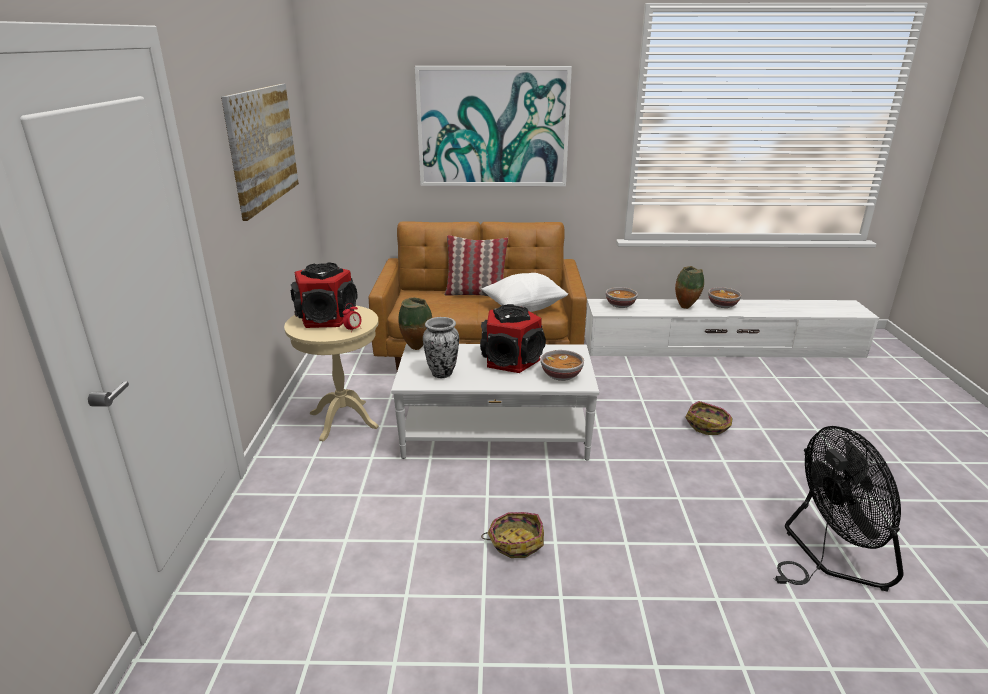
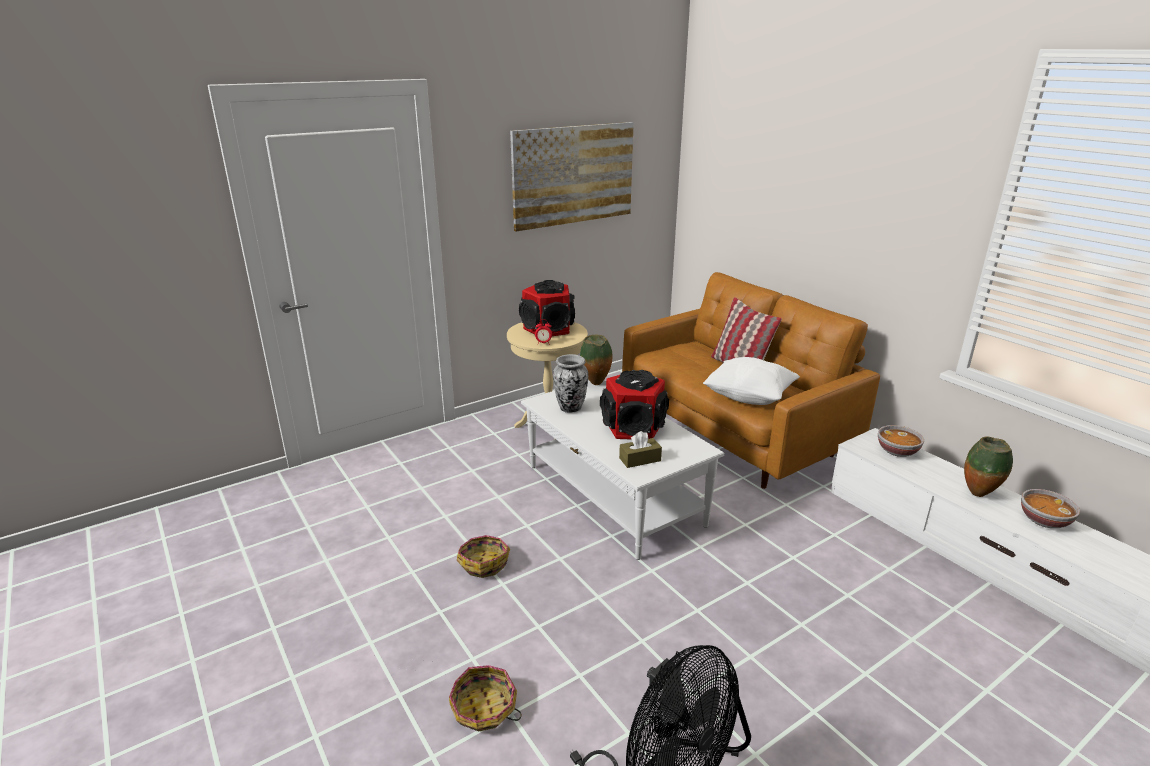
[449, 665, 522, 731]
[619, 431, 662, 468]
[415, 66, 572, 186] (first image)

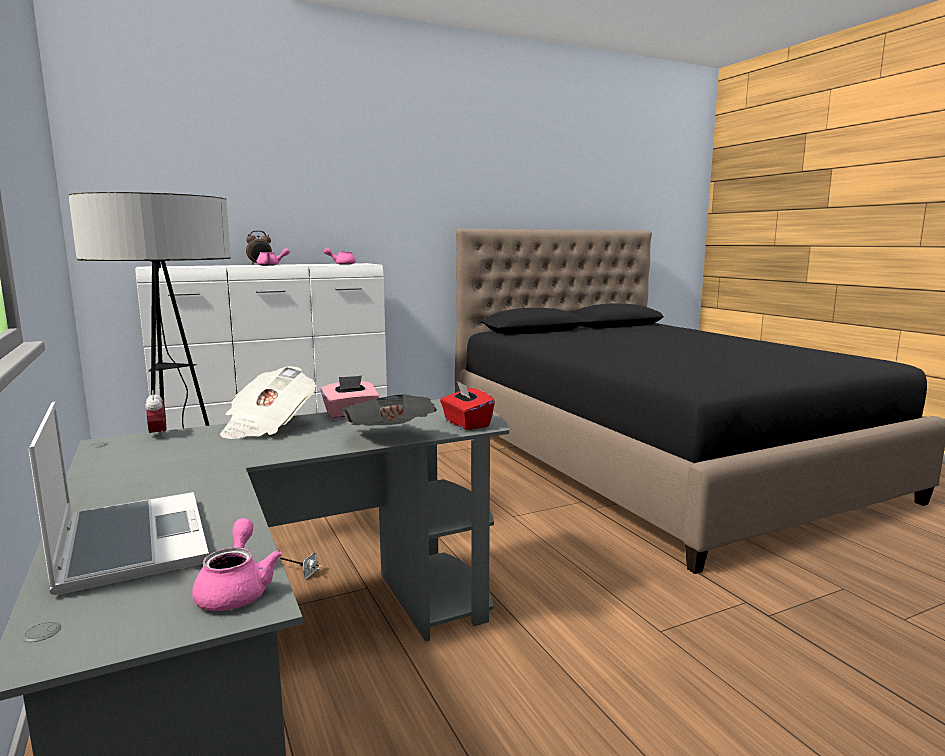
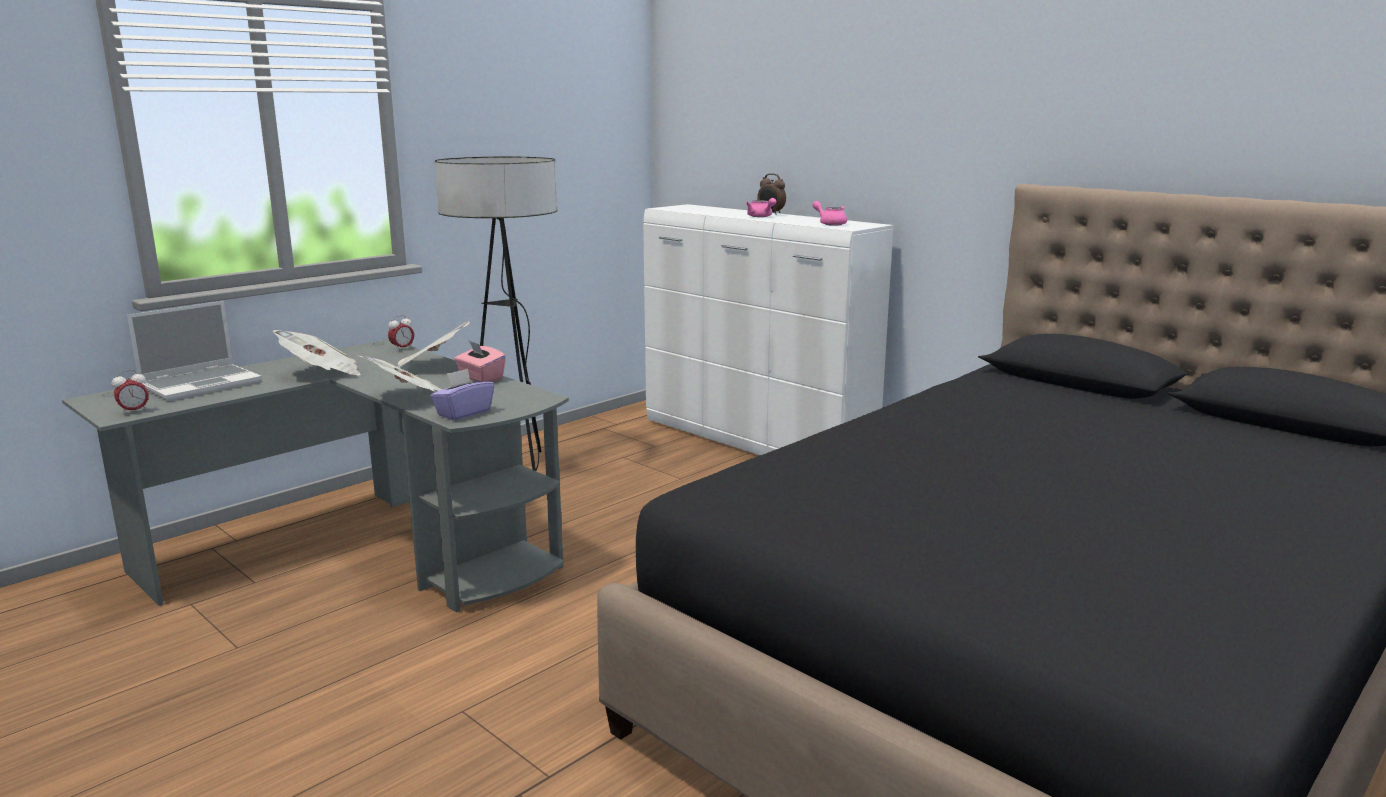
[112, 370, 149, 415]
[273, 330, 360, 375]
[430, 369, 494, 421]

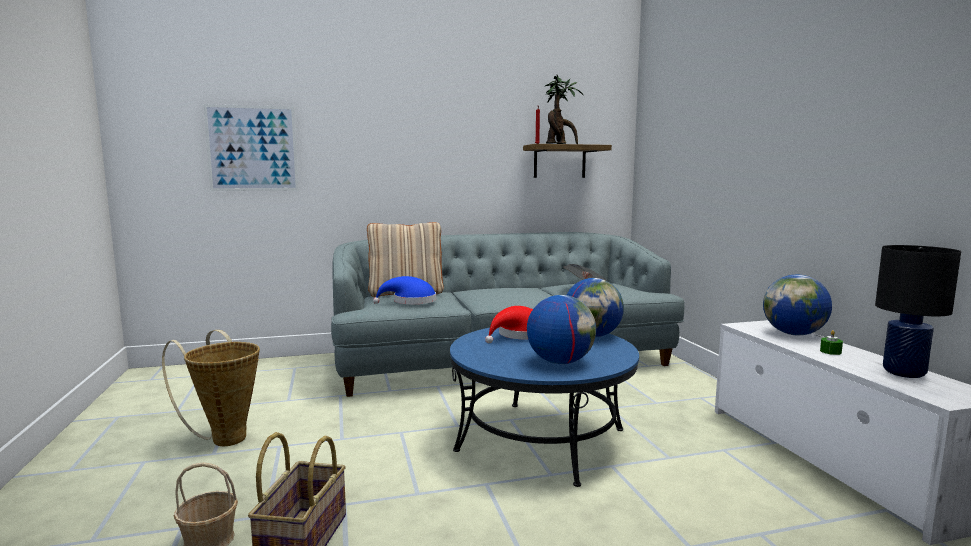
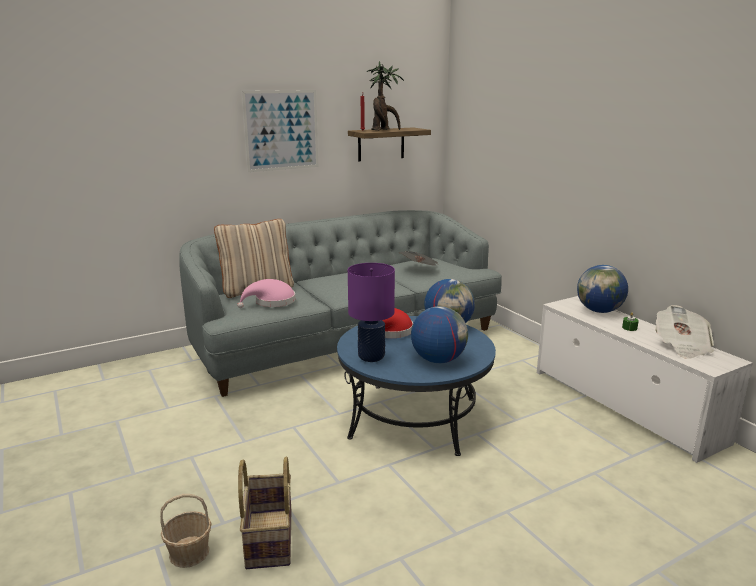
[237, 279, 296, 308]
[242, 90, 318, 172]
[348, 263, 395, 362]
[655, 305, 714, 359]
[162, 330, 260, 446] (first image)

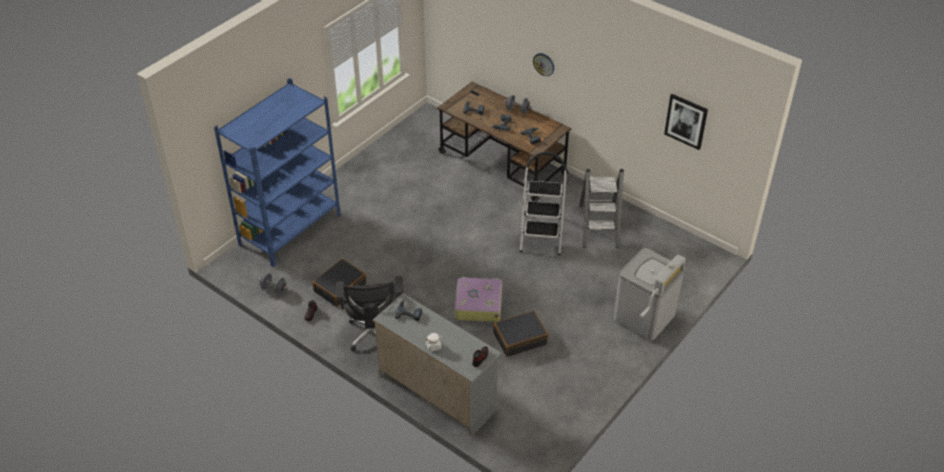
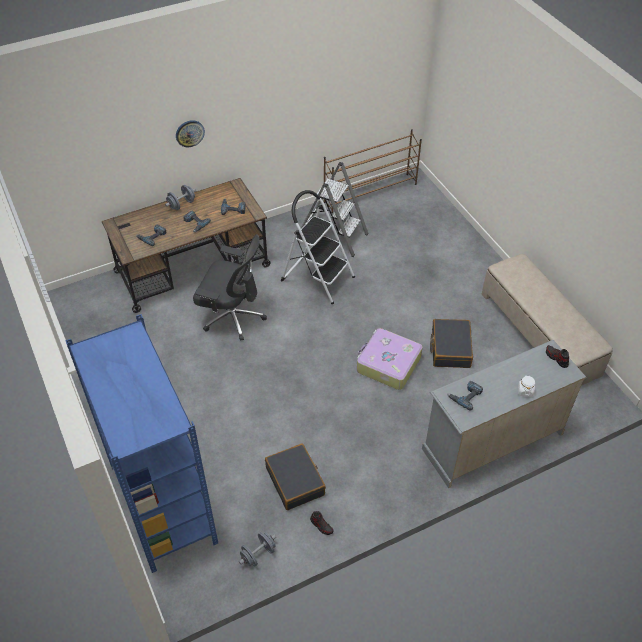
[193, 234, 267, 341]
[324, 129, 422, 213]
[482, 254, 613, 386]
[614, 248, 686, 340] (first image)
[664, 94, 708, 150] (first image)

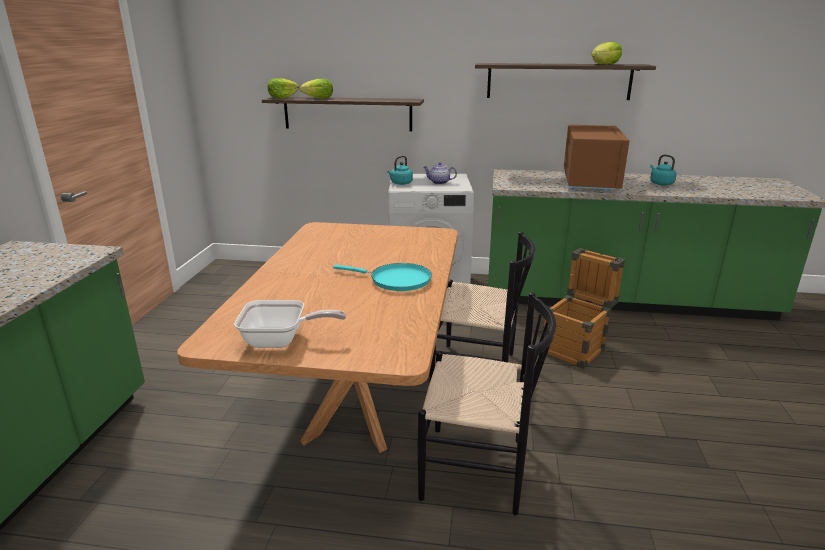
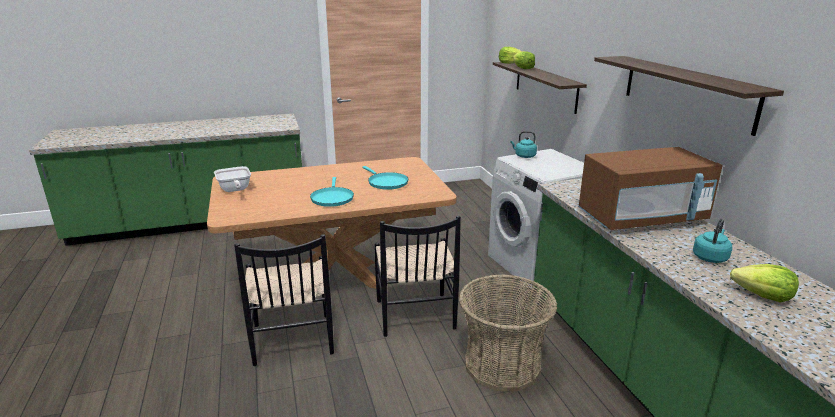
[362, 166, 409, 190]
[459, 274, 557, 391]
[730, 264, 799, 302]
[424, 162, 457, 184] (first image)

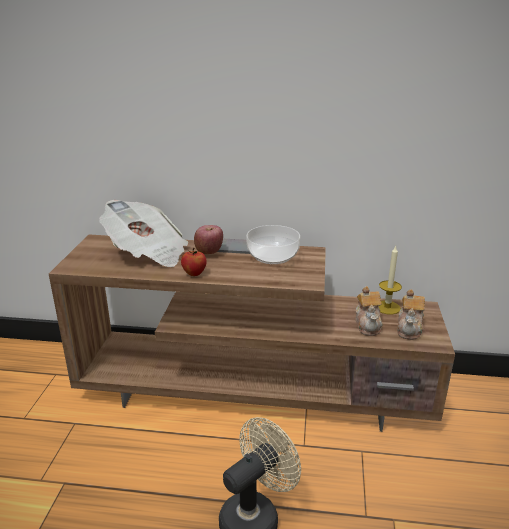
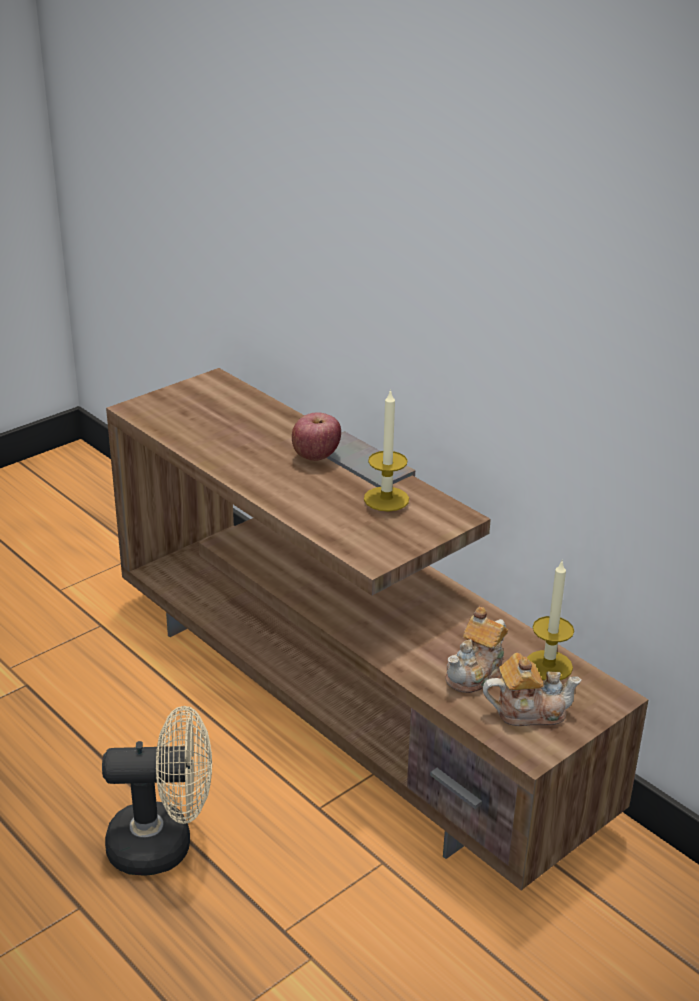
[364, 389, 409, 511]
[483, 653, 582, 726]
[99, 200, 189, 267] (first image)
[181, 248, 207, 276] (first image)

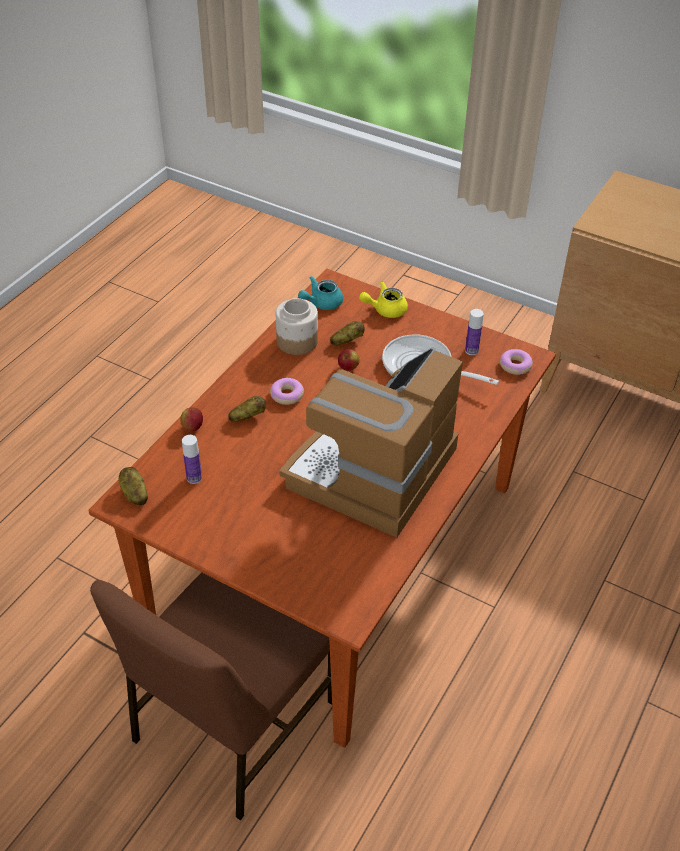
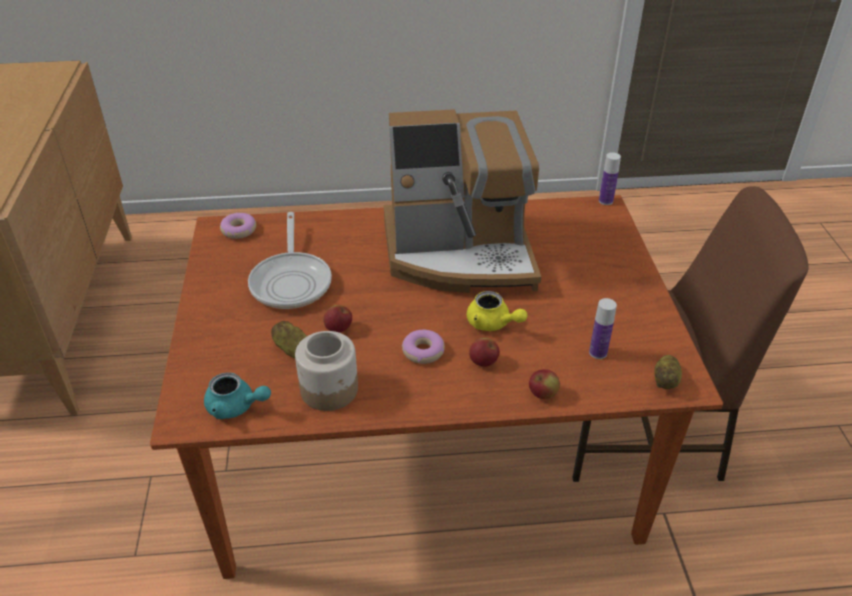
[467, 291, 528, 331]
[469, 338, 500, 367]
[599, 152, 621, 205]

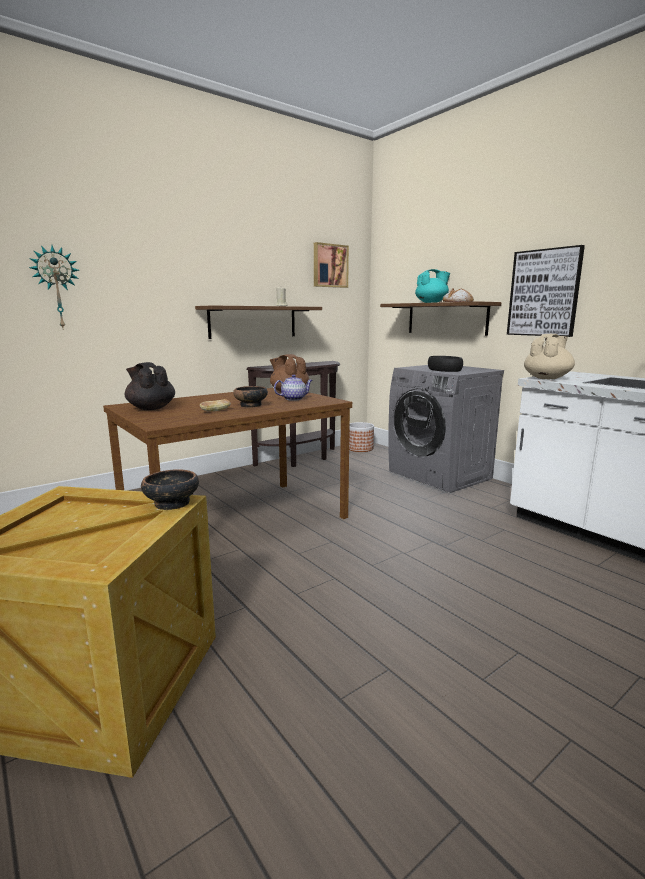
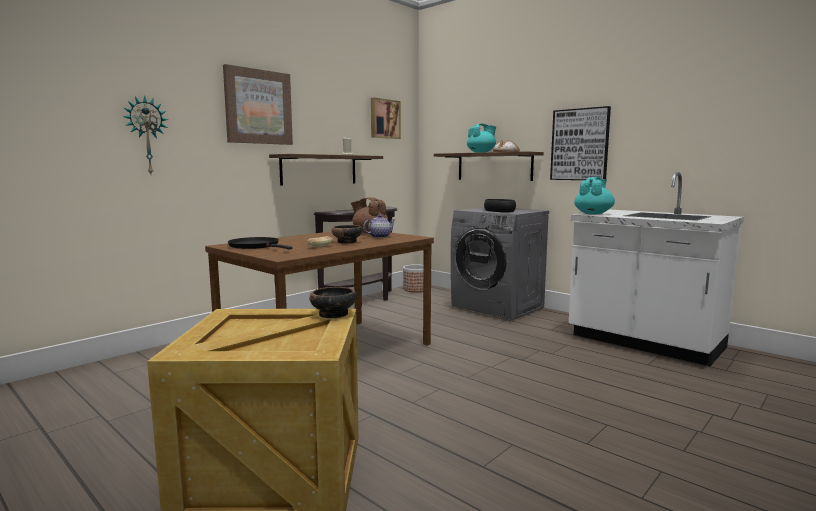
[223, 64, 293, 145]
[228, 237, 293, 250]
[574, 177, 615, 214]

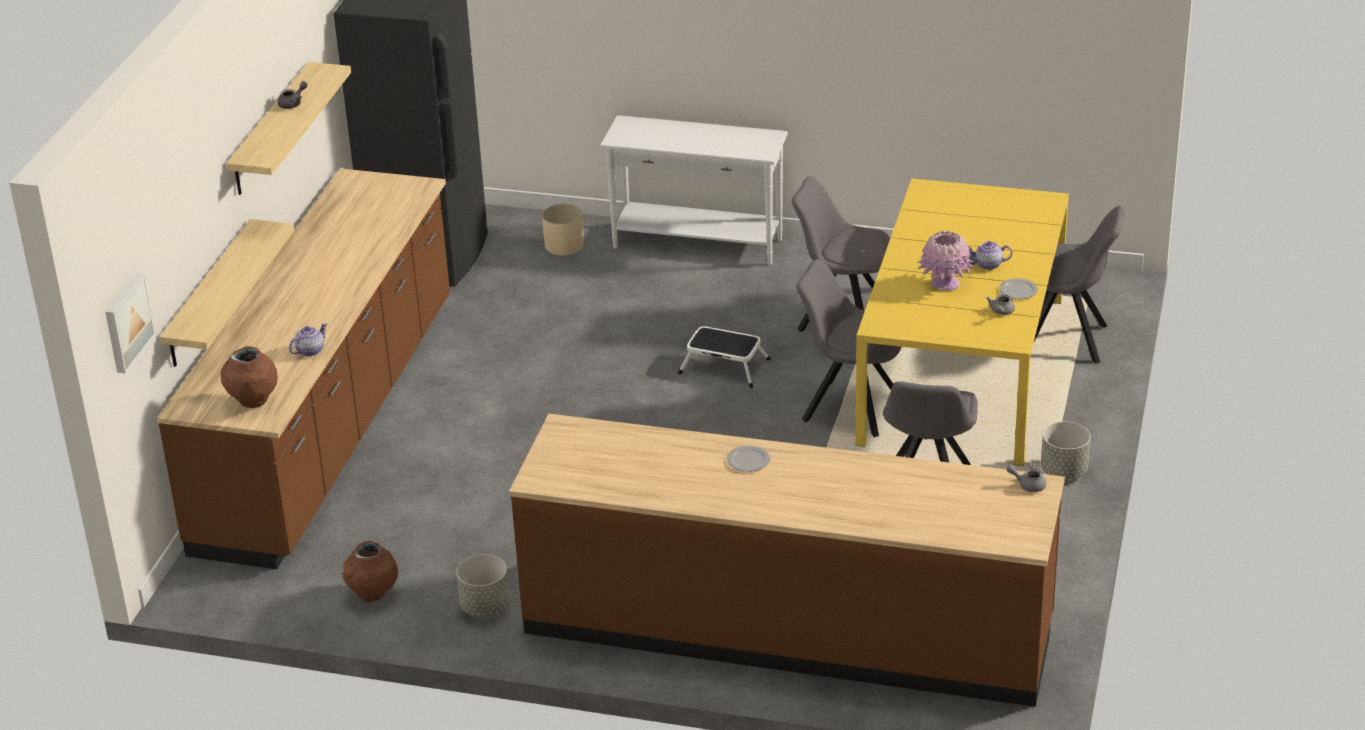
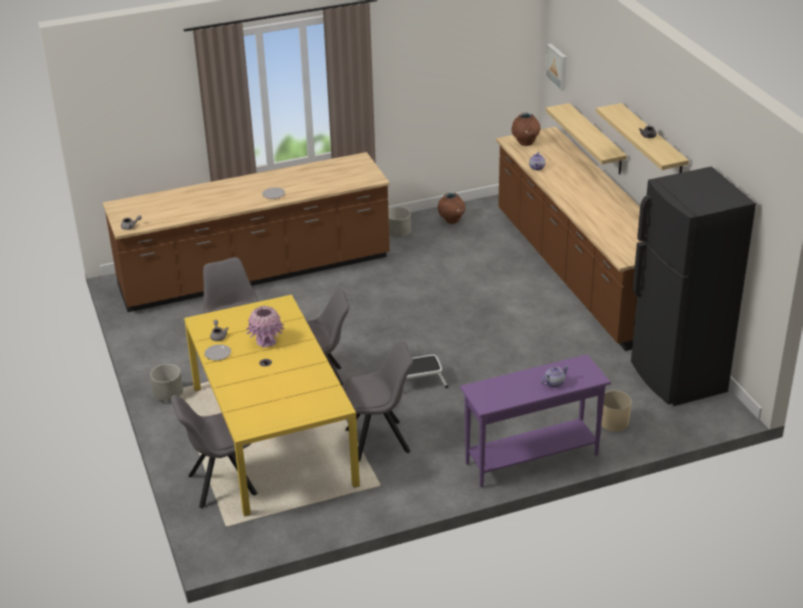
[460, 354, 611, 487]
[541, 366, 569, 388]

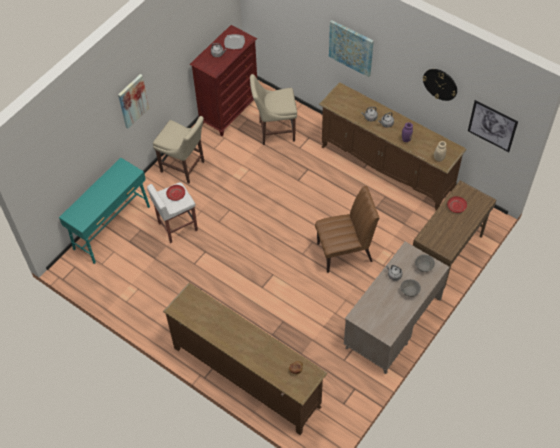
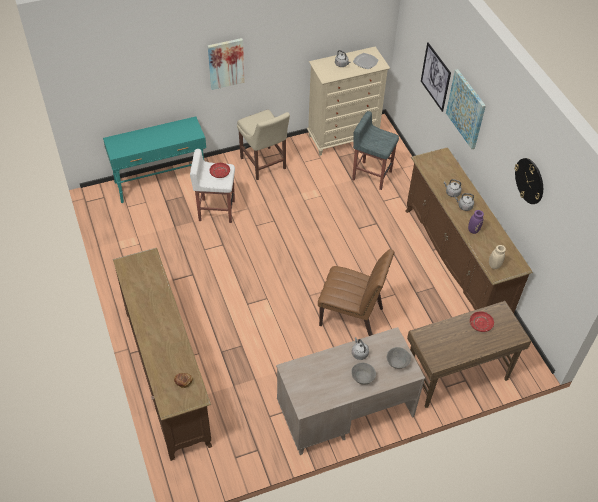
[307, 46, 390, 156]
[352, 111, 399, 190]
[421, 42, 451, 112]

